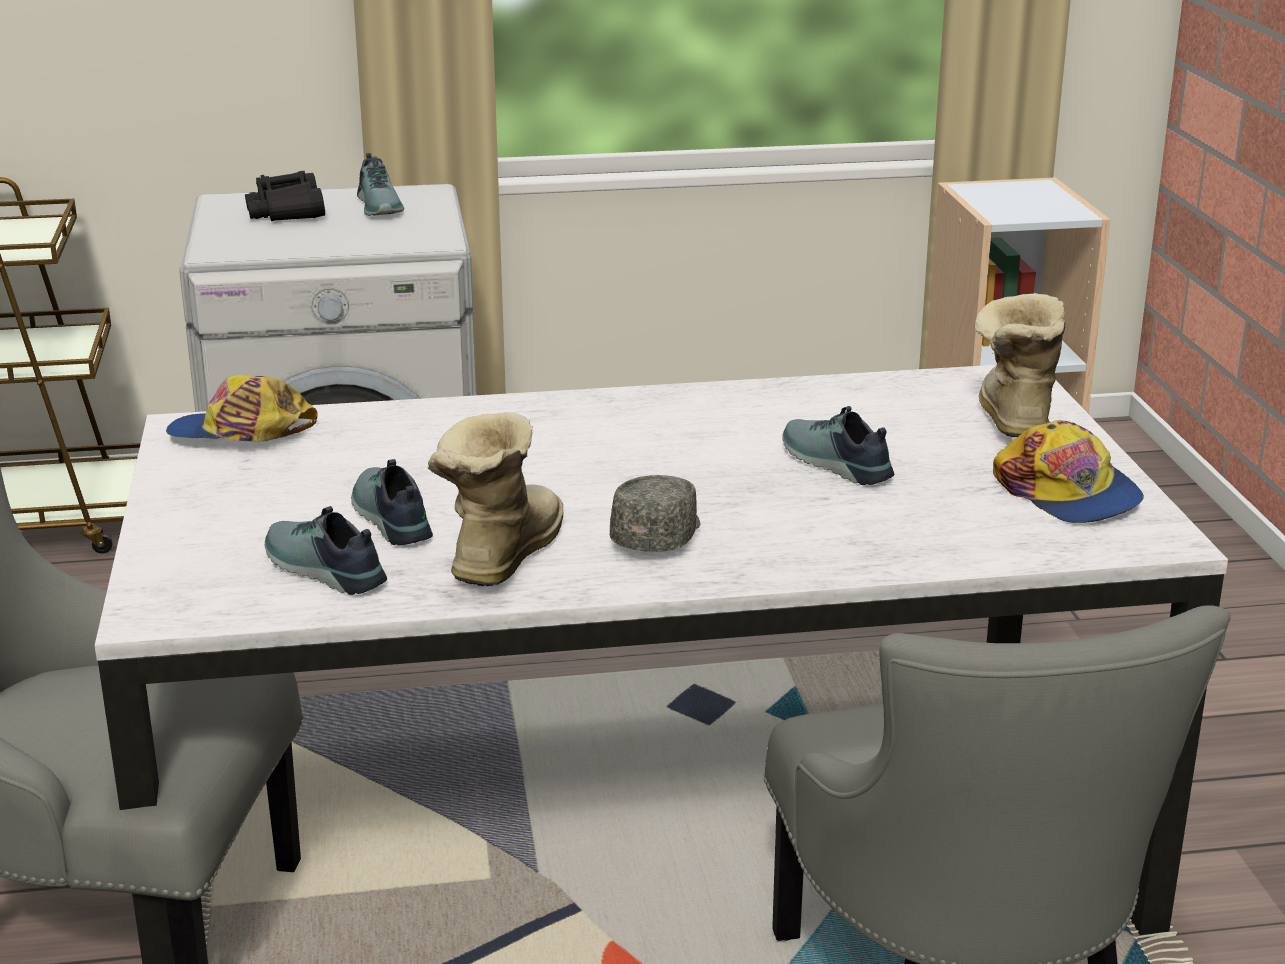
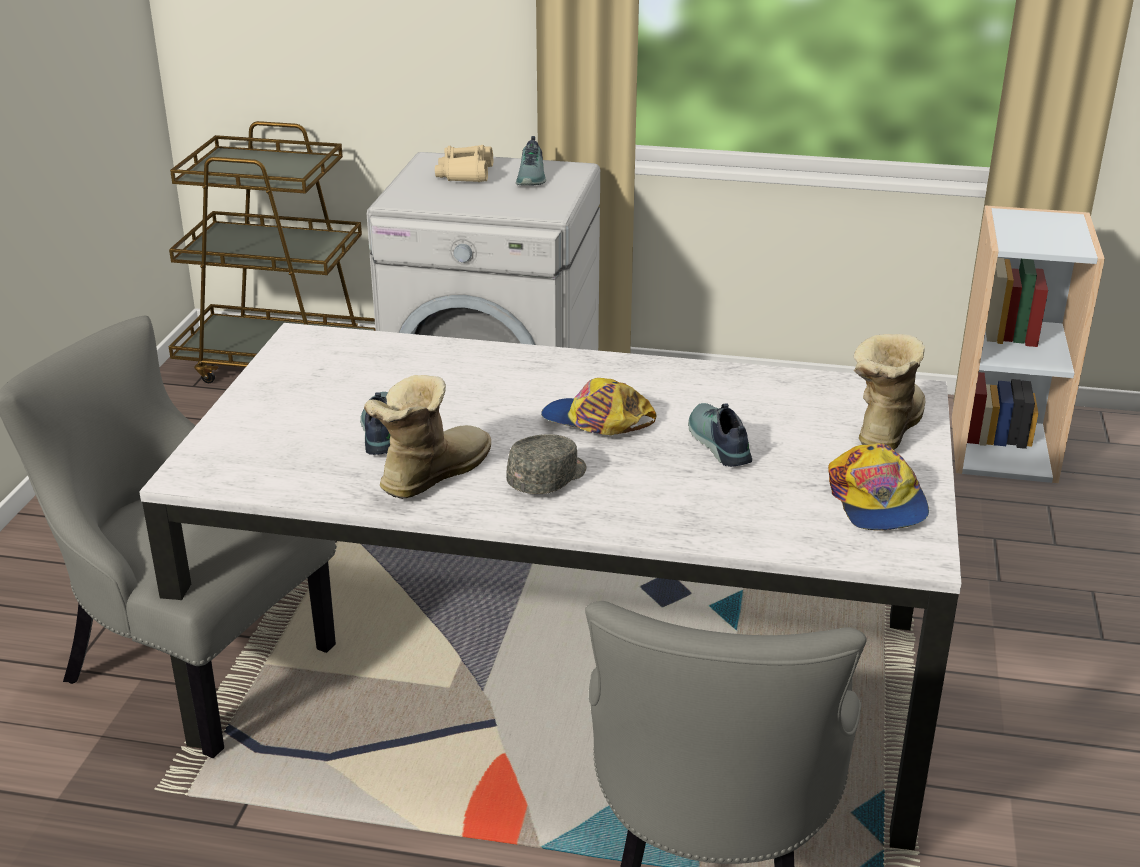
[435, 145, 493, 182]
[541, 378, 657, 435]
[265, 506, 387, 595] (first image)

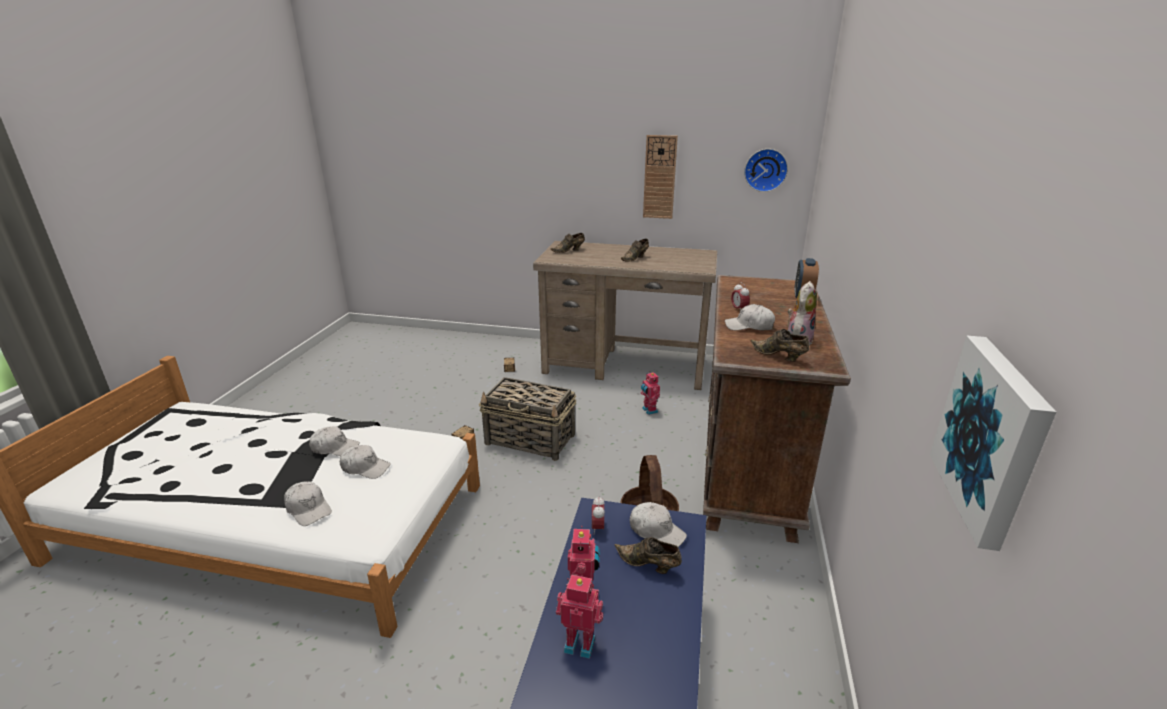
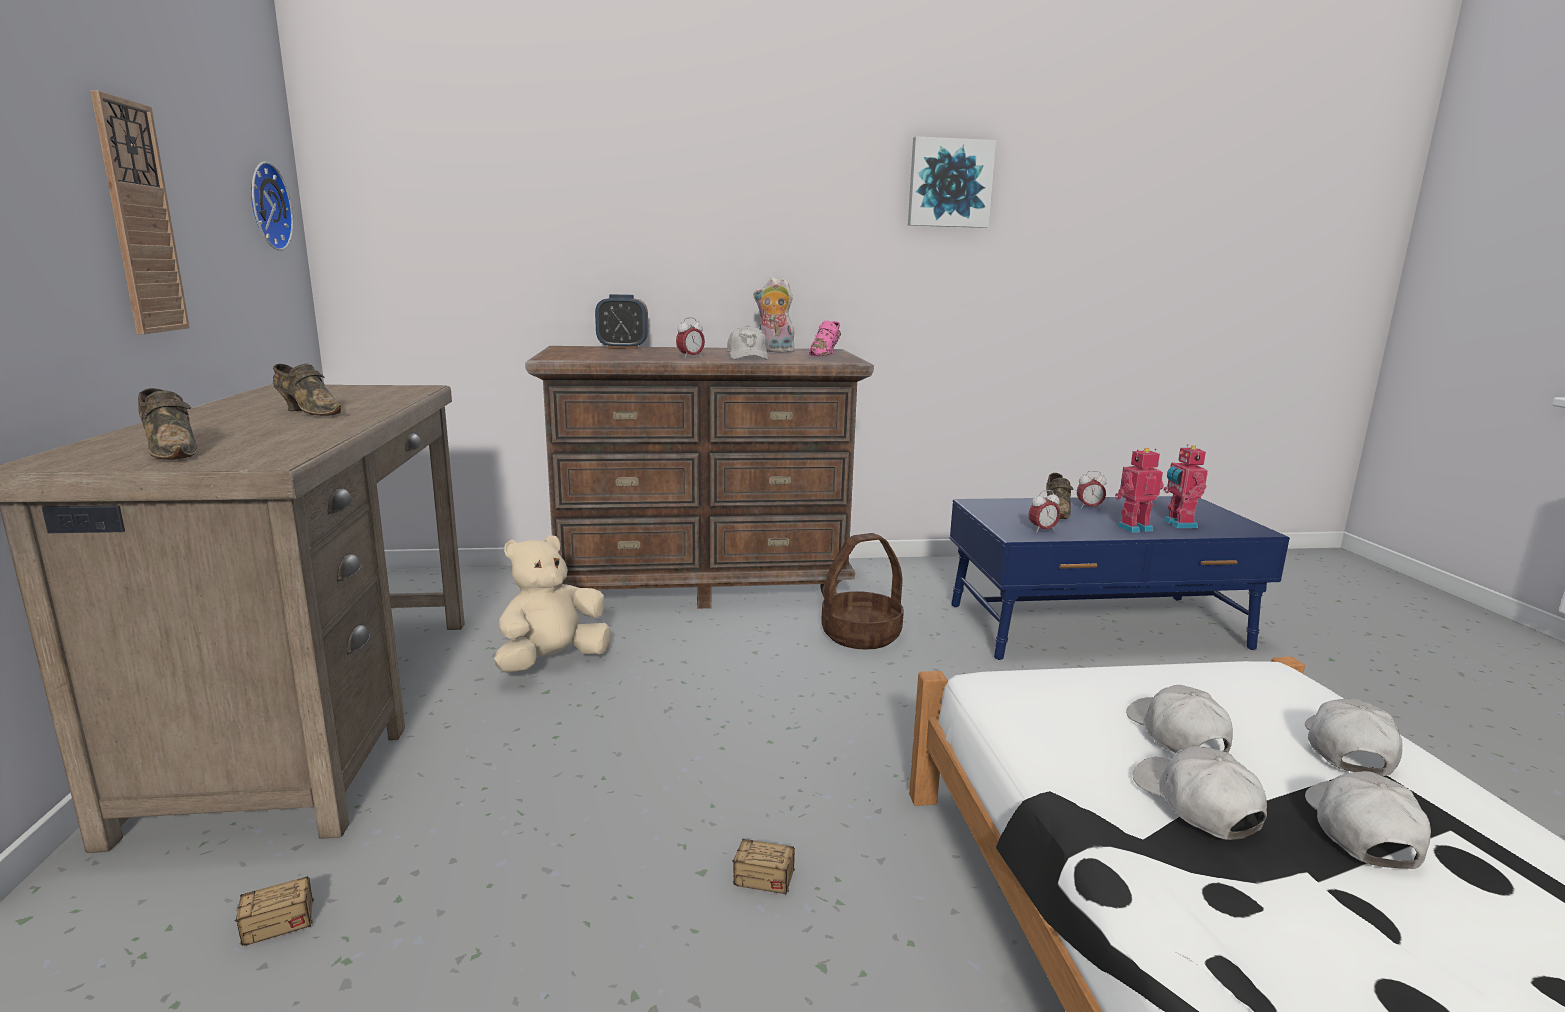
[494, 535, 611, 673]
[809, 321, 841, 356]
[908, 136, 996, 228]
[1077, 471, 1107, 510]
[1305, 771, 1431, 869]
[479, 377, 576, 461] (first image)

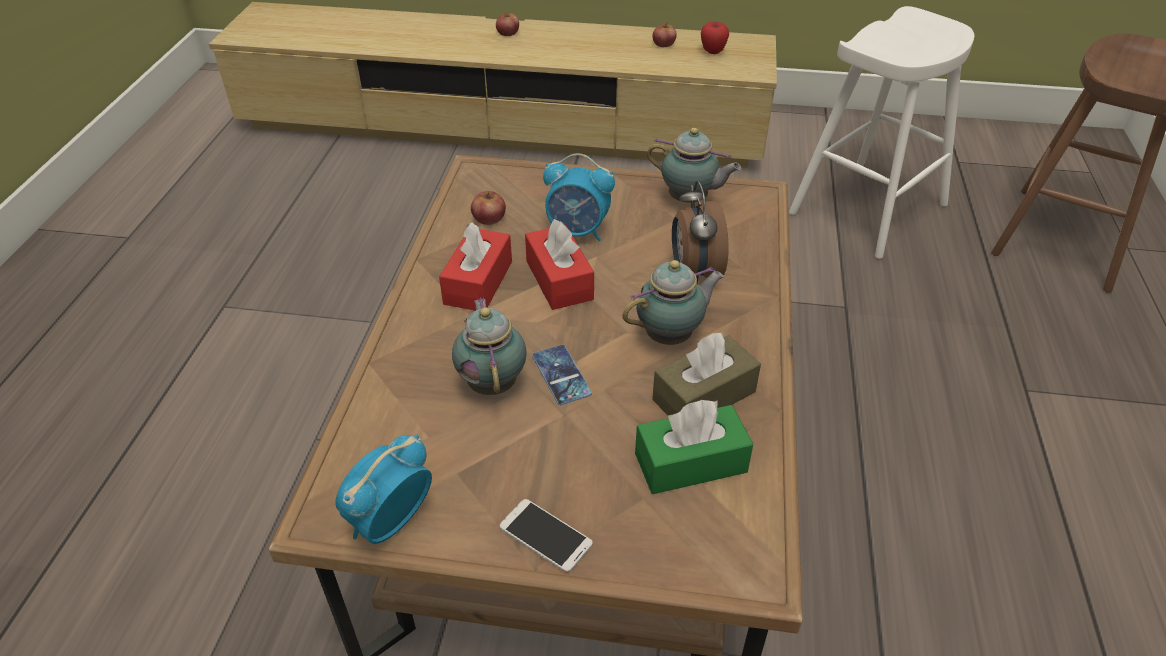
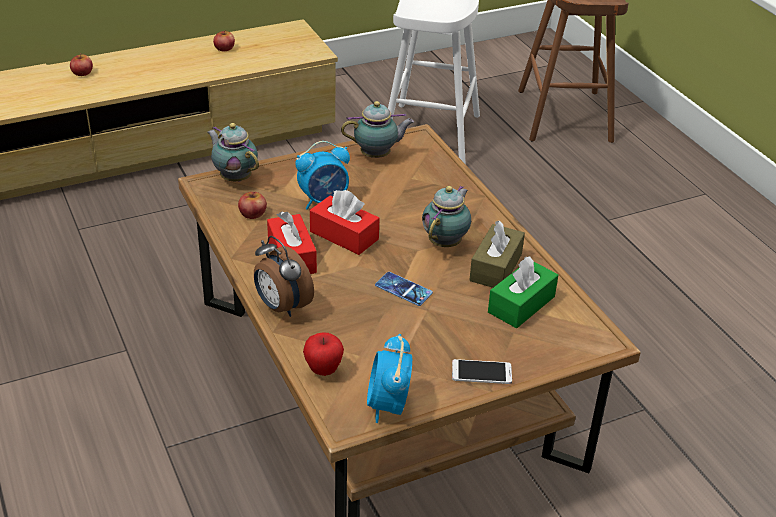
[207, 123, 259, 181]
[254, 236, 314, 317]
[303, 333, 344, 376]

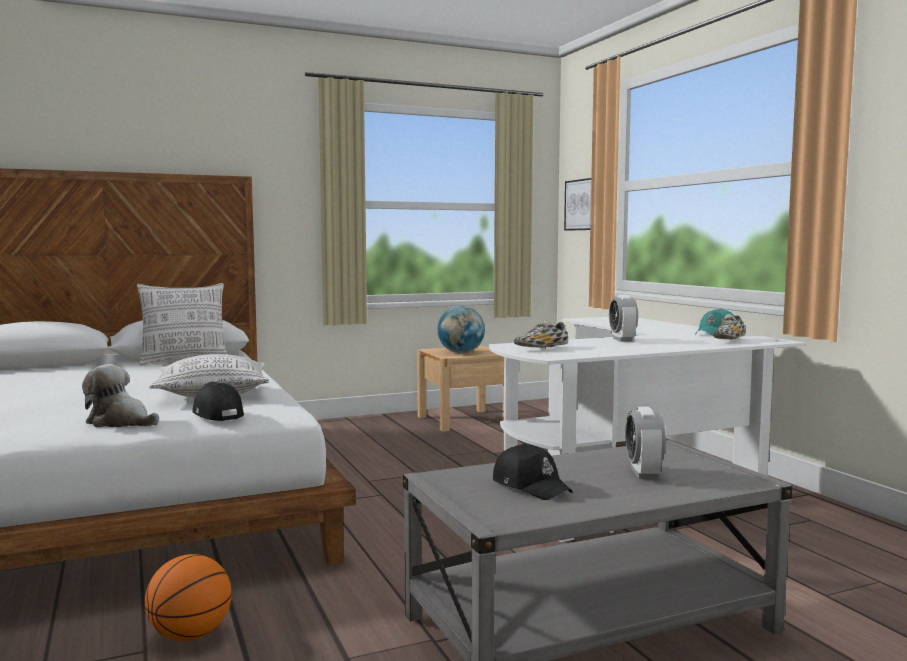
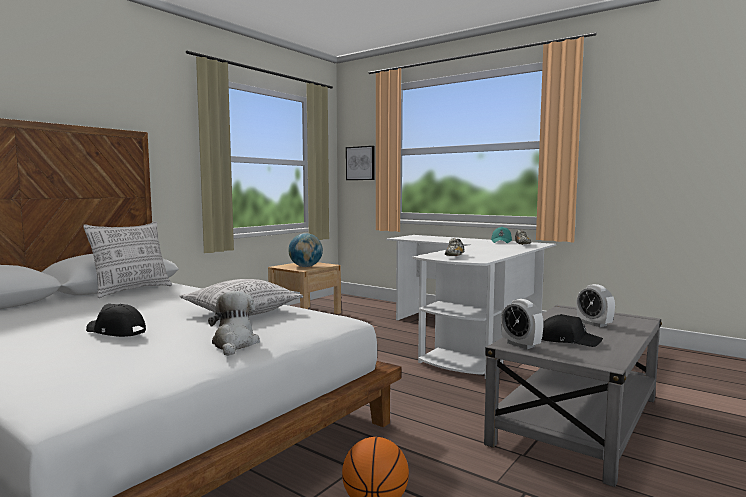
[86, 304, 146, 337]
[208, 291, 260, 356]
[501, 299, 544, 349]

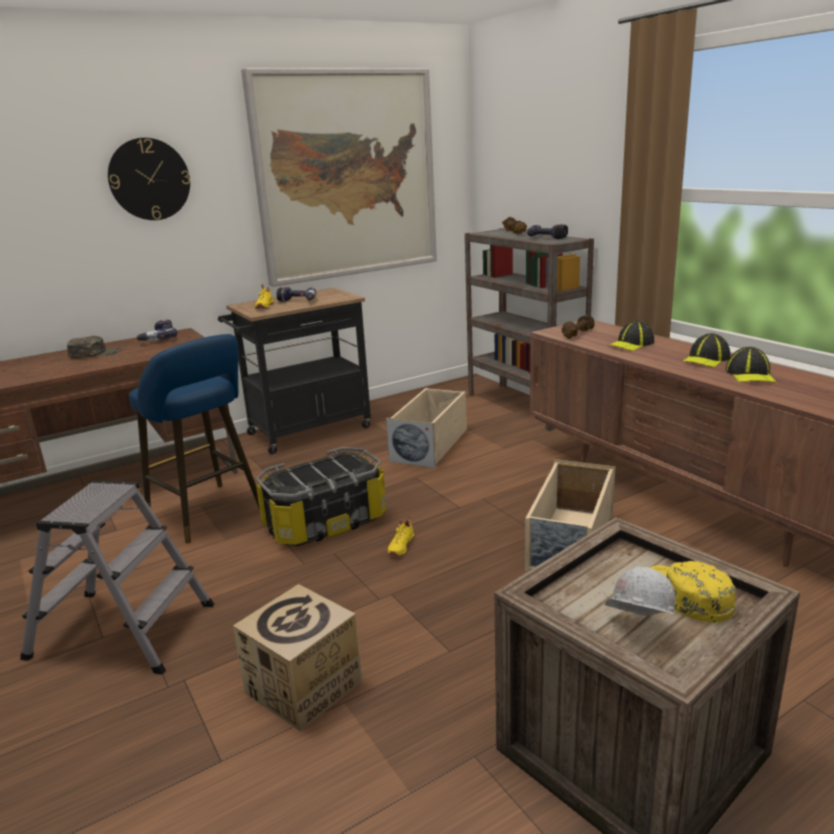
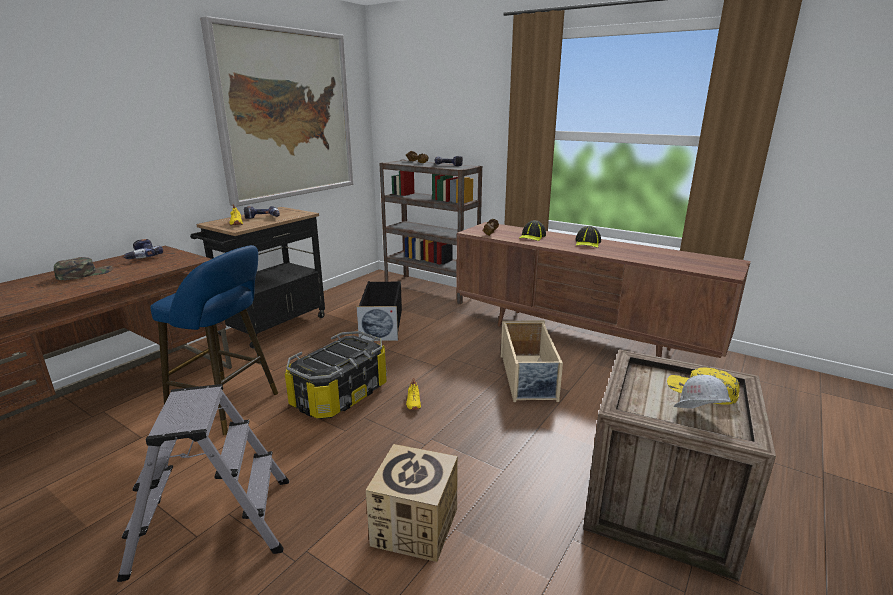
[356, 281, 402, 341]
[108, 138, 190, 220] (first image)
[726, 347, 776, 383] (first image)

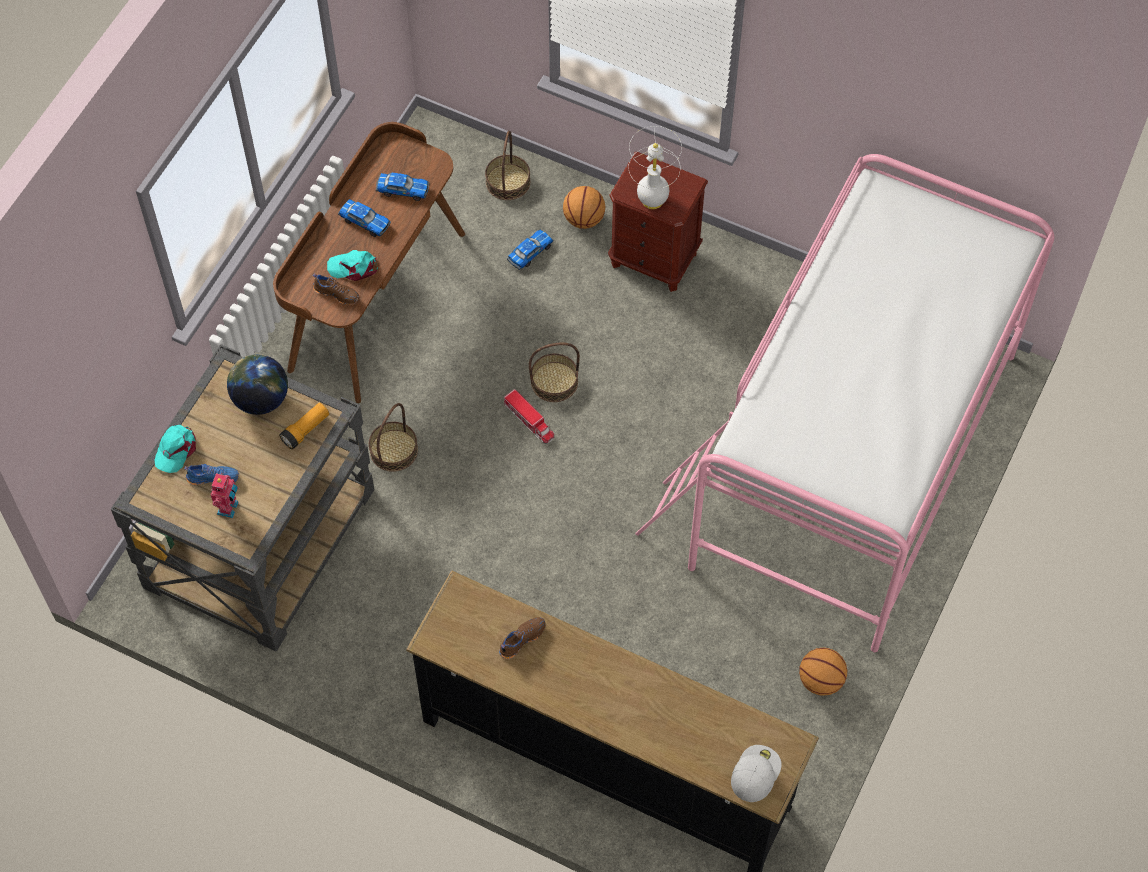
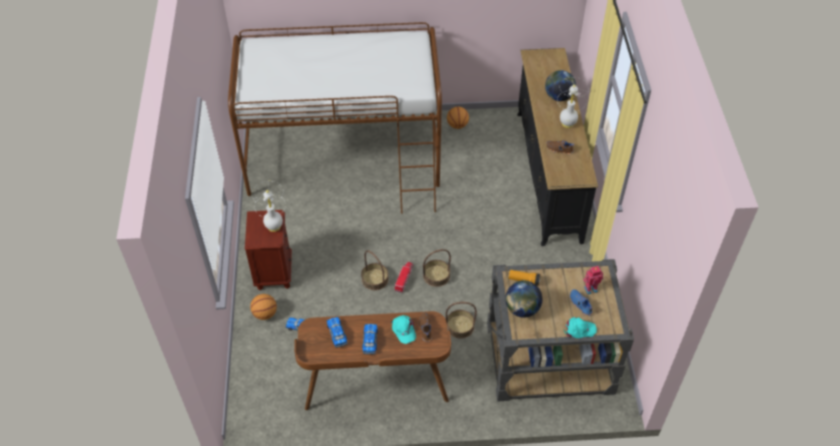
[228, 22, 442, 214]
[423, 249, 451, 287]
[545, 70, 576, 101]
[557, 77, 589, 128]
[731, 745, 782, 802] (first image)

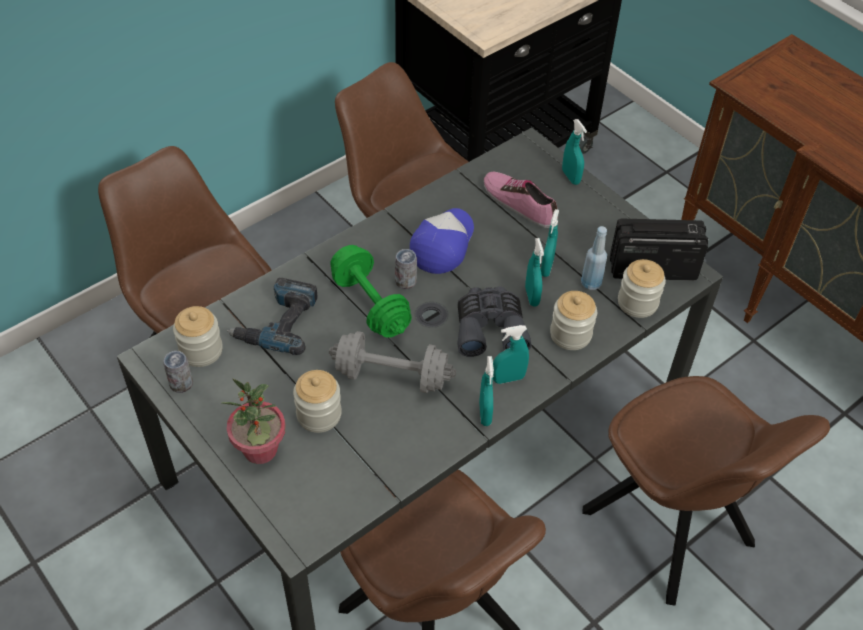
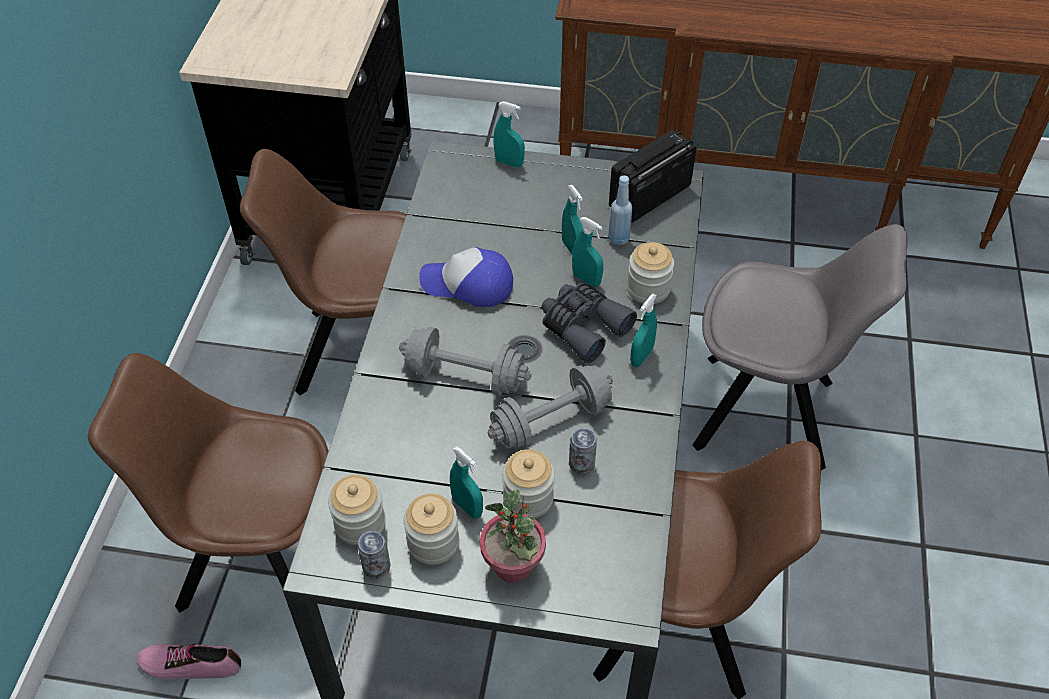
[137, 644, 242, 680]
[399, 327, 531, 395]
[404, 494, 459, 565]
[419, 247, 513, 307]
[450, 446, 483, 518]
[569, 428, 597, 474]
[692, 224, 908, 470]
[227, 278, 318, 355] (first image)

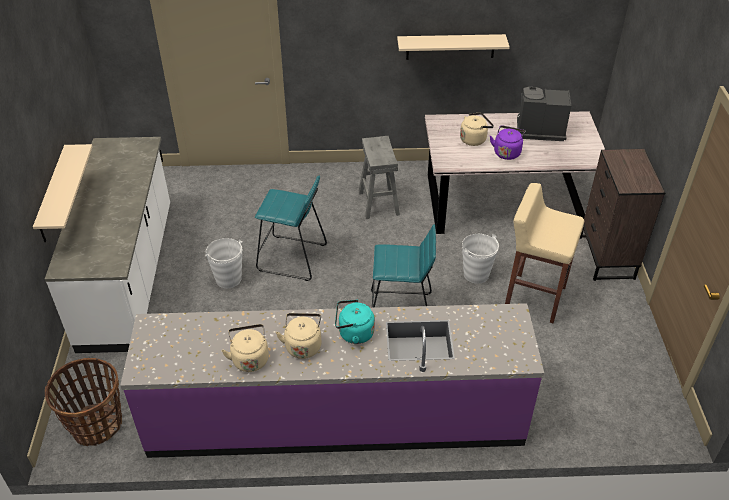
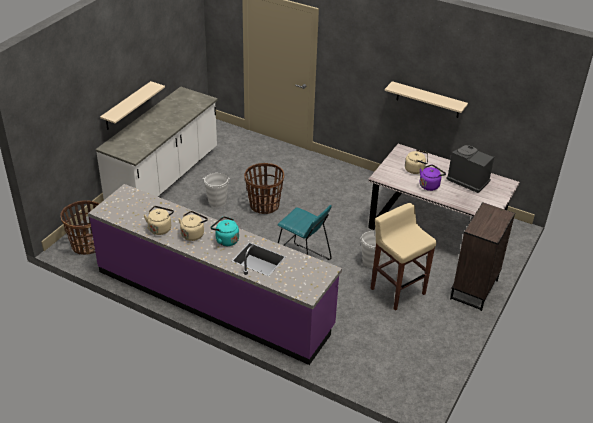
[244, 163, 284, 214]
[359, 136, 400, 219] (first image)

